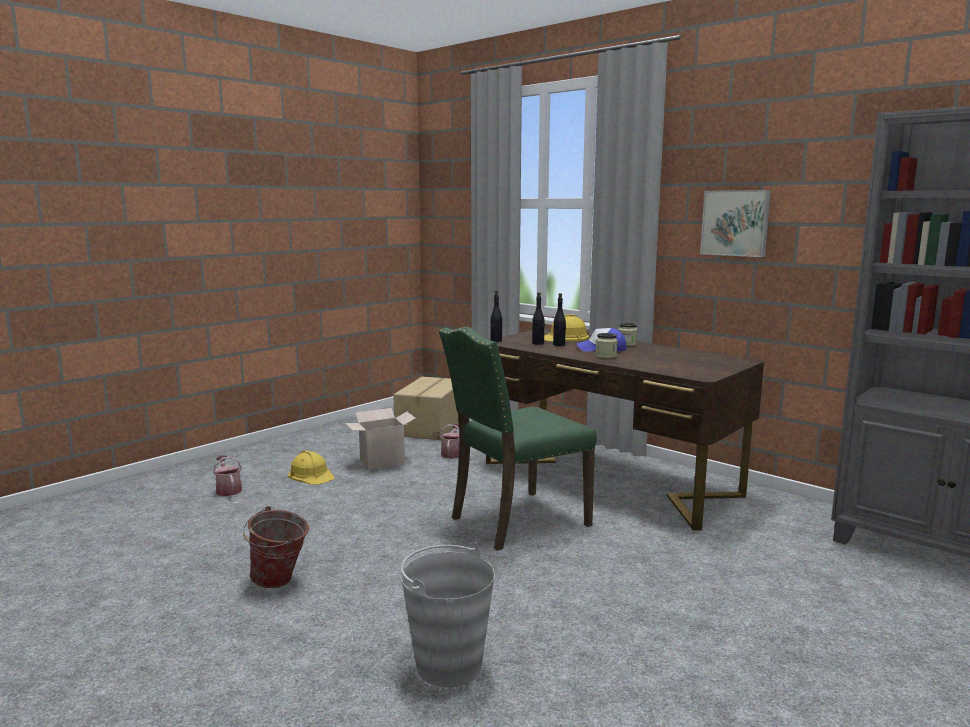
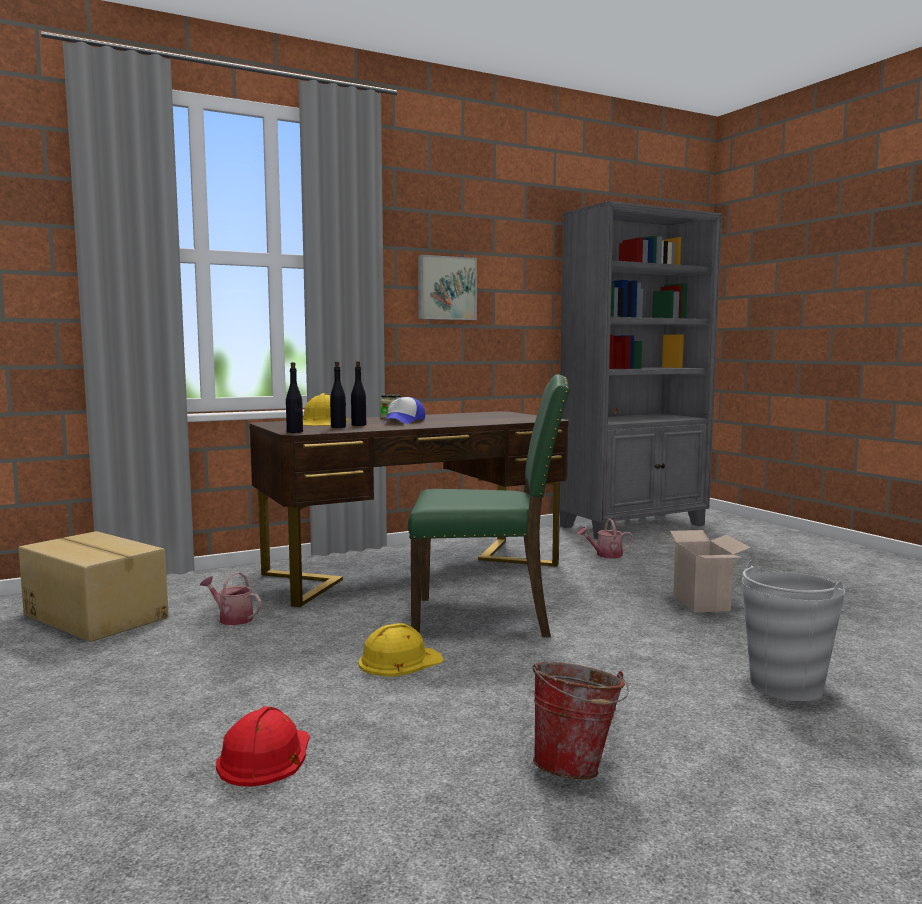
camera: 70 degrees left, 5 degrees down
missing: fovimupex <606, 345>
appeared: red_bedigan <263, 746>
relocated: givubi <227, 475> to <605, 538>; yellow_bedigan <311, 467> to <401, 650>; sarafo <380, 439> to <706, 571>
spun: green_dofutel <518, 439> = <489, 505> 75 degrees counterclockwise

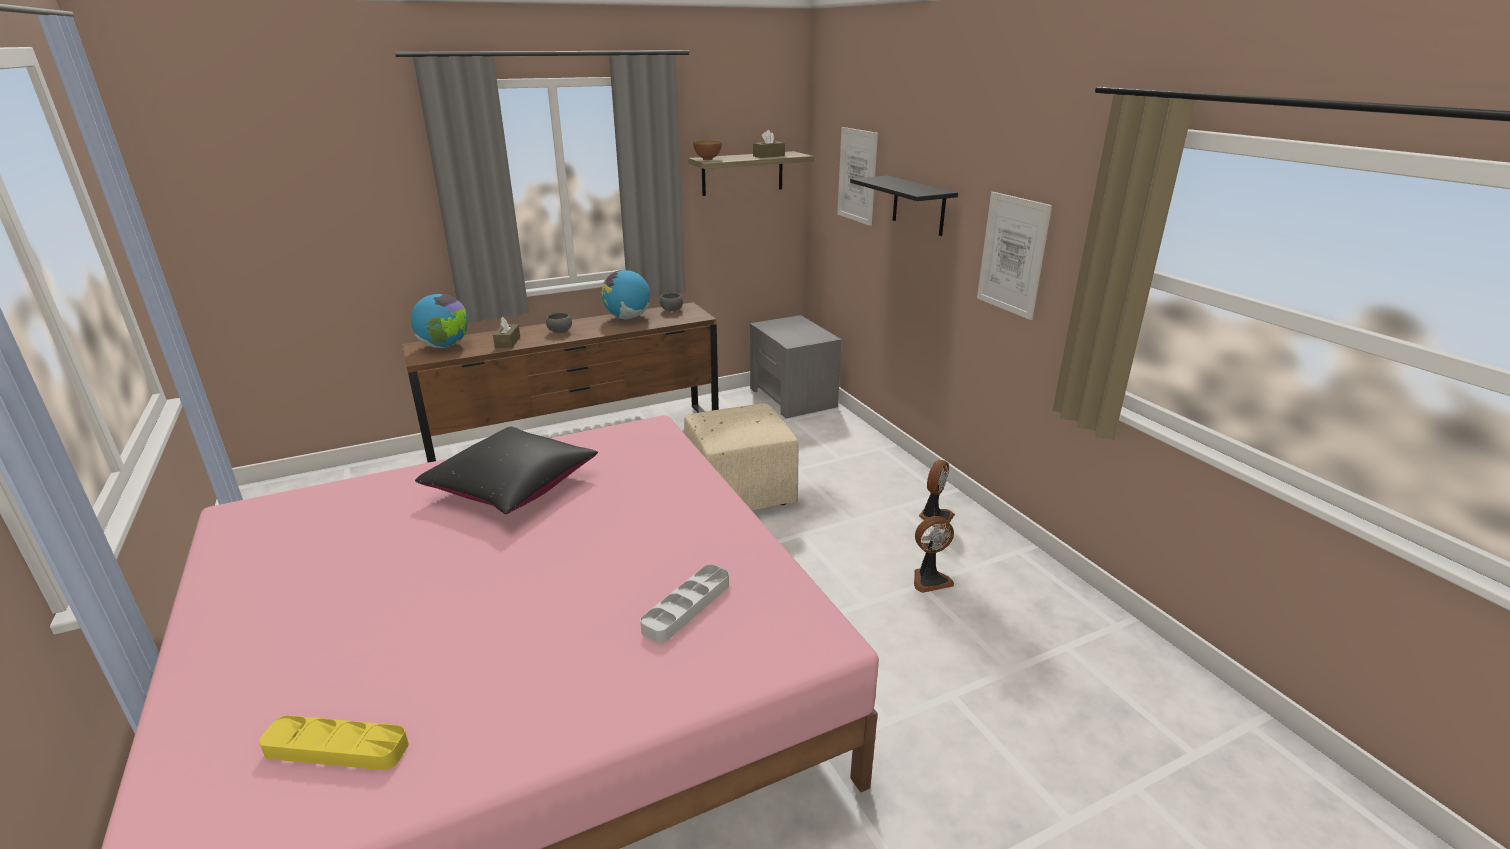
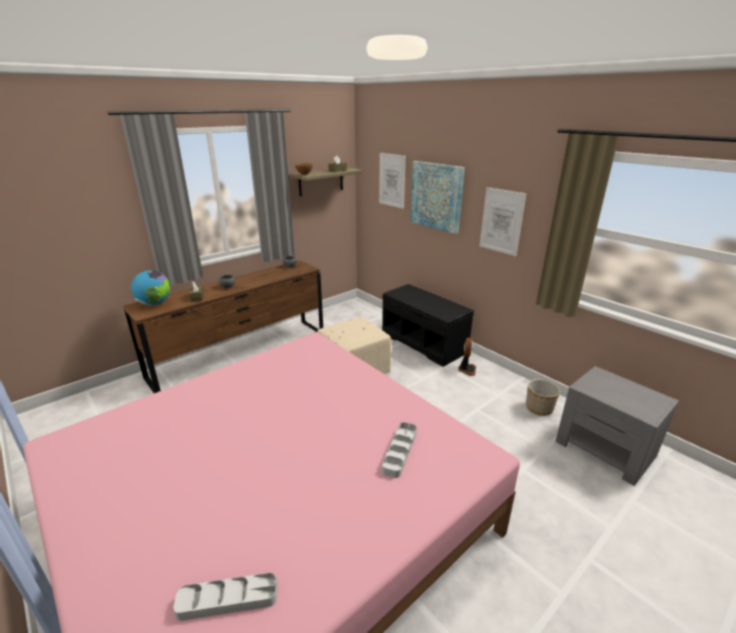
camera: 15 degrees left, 0 degrees up
missing: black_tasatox <506, 470>; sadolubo <625, 294>; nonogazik <934, 554>
appeared: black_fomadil <428, 325>; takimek <543, 397>
relocated: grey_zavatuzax <796, 366> to <617, 426>
exchanged: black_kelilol <904, 206> to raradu <437, 197>
colour: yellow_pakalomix <334, 742> to grey_pakalomix <225, 597>

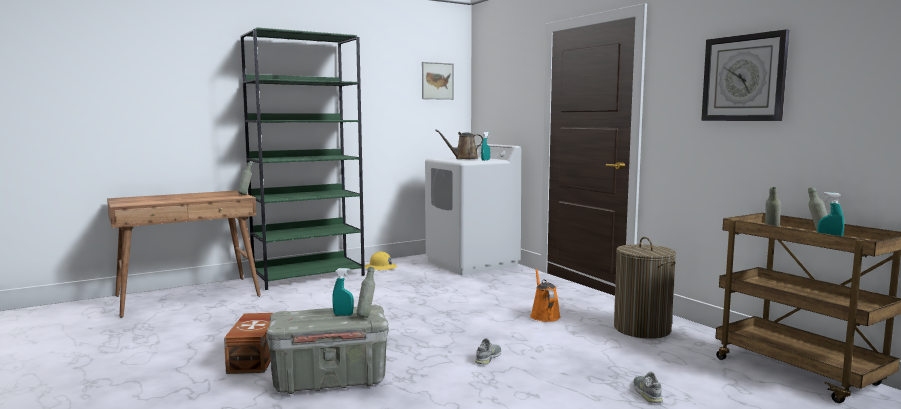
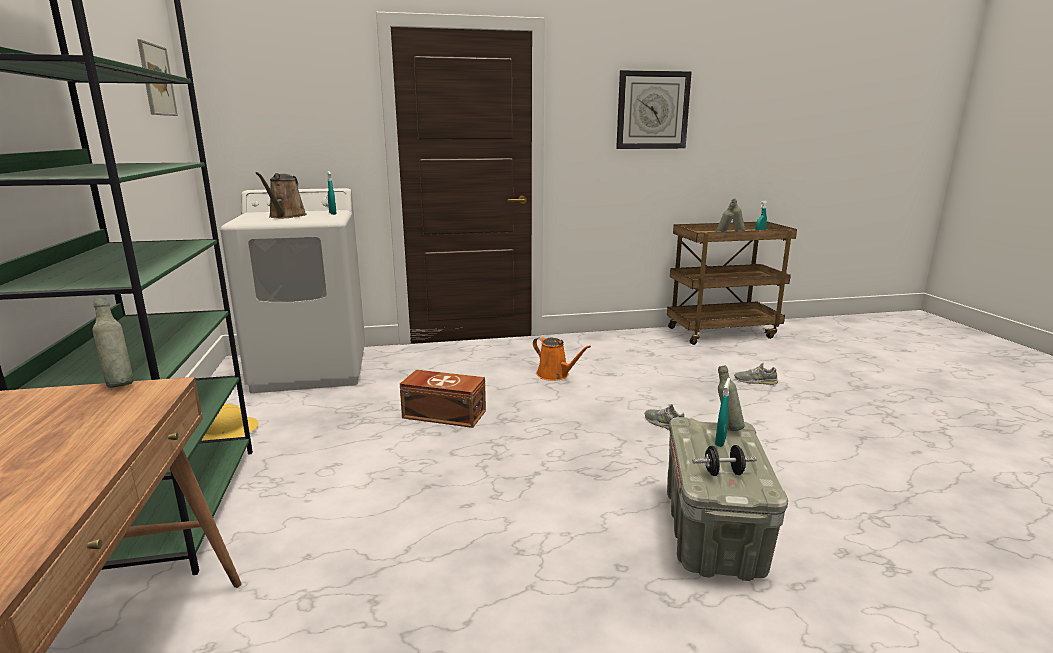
camera: 70 degrees left, 10 degrees up
missing: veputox <645, 288>
appeared: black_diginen <725, 460>
relocated: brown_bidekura <248, 343> to <443, 399>
spun: orange_givubi <545, 295> = <562, 359> 150 degrees counterclockwise

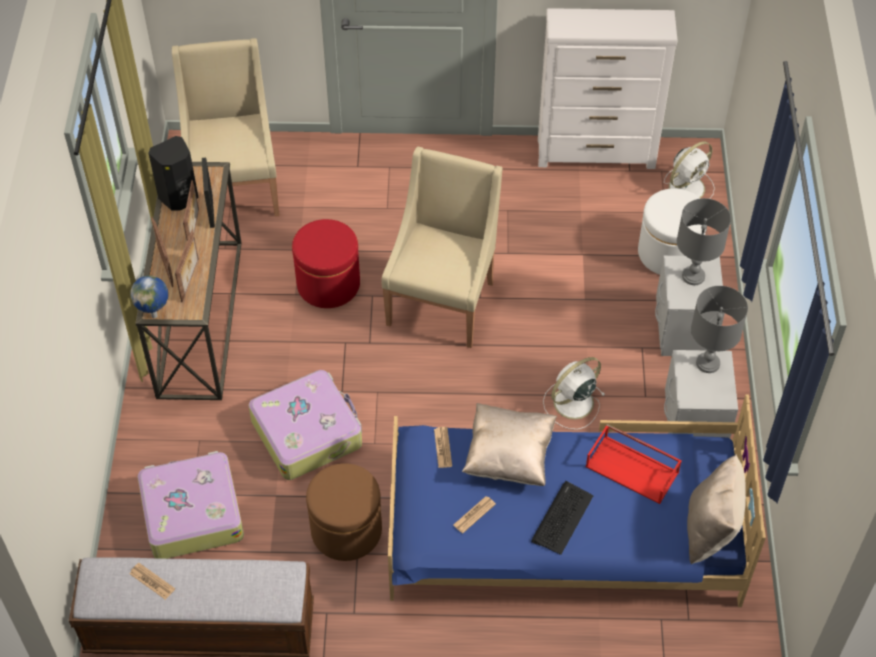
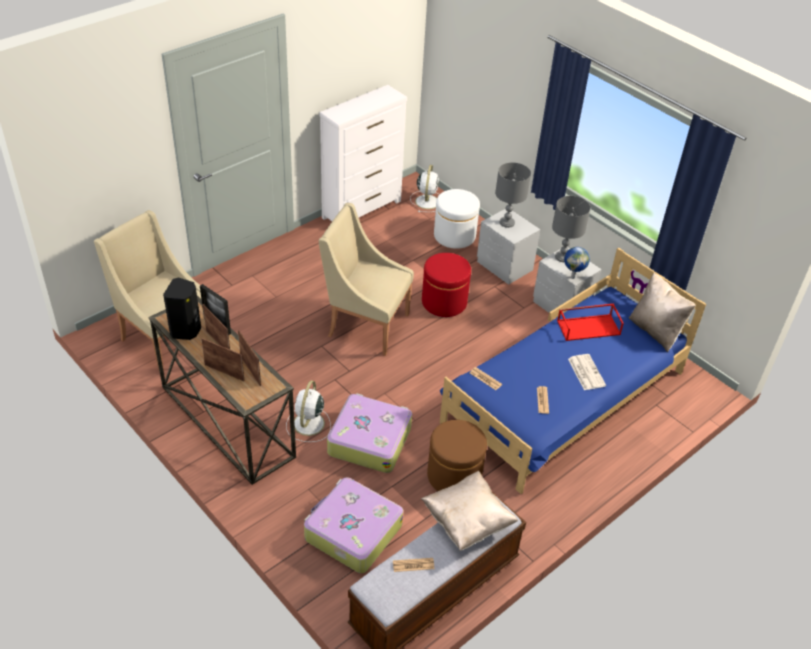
camera: 45 degrees left, 10 degrees down
relocated: sadolubo <149, 296> to <577, 263>; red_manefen <326, 263> to <446, 285>; beige_tasatox <509, 444> to <469, 511>; white_nonogazik <574, 393> to <308, 411>
exchanged: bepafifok <562, 518> to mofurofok <587, 372>
spun: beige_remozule <442, 247> = <366, 279> 45 degrees counterclockwise

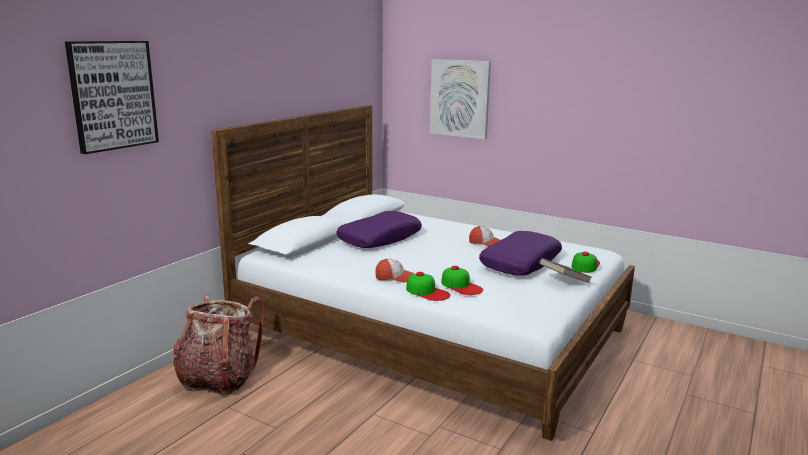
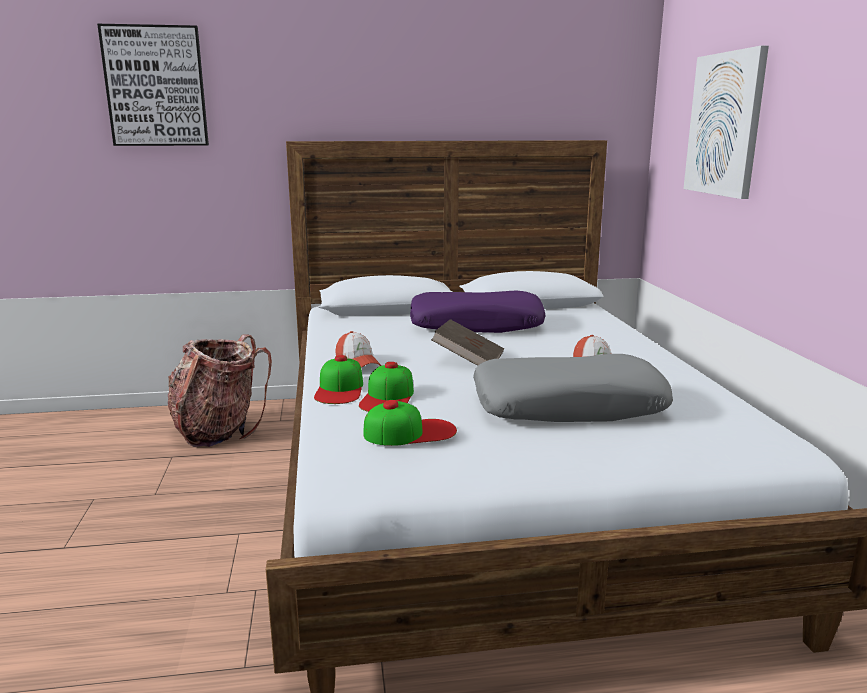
camera: 50 degrees right, 0 degrees up
relocated: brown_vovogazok <565, 270> to <467, 342>; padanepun <586, 262> to <410, 423>
colour: purple_tasatox <520, 253> to grey_tasatox <573, 388>

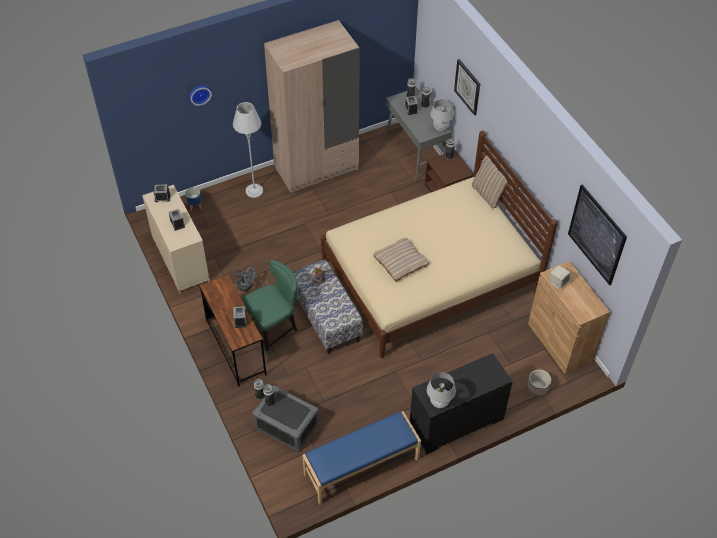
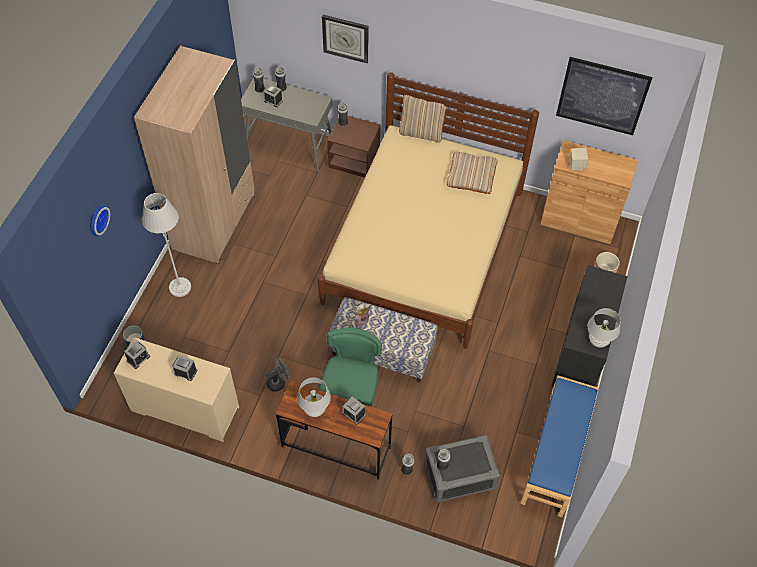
camera: 45 degrees left, 5 degrees up
relocated: beige_tasatox <401, 260> to <472, 173>; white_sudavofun <442, 115> to <314, 397>

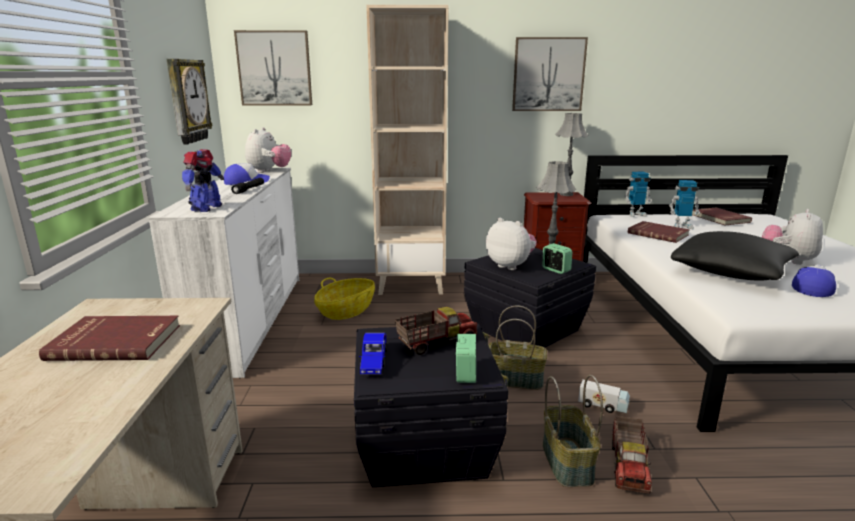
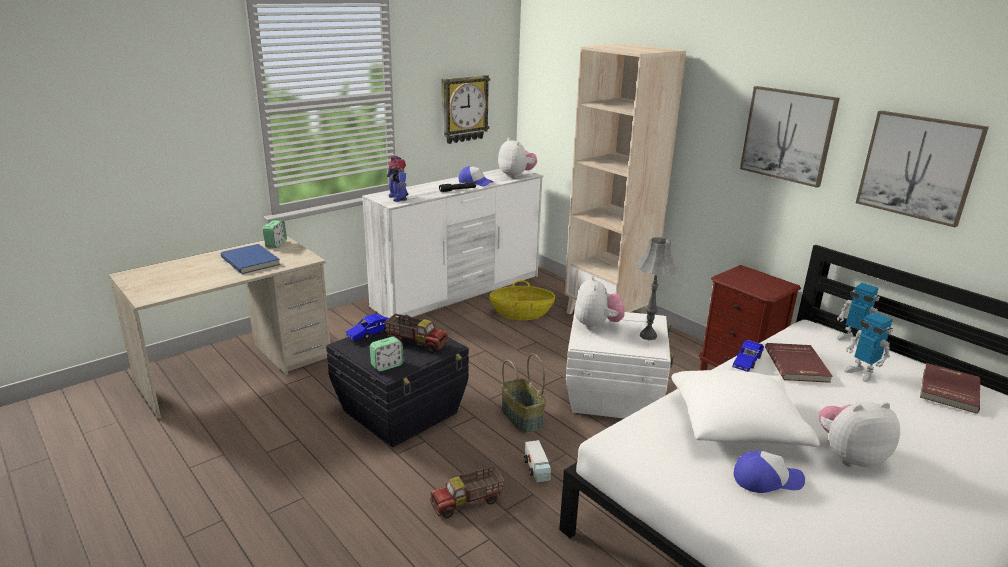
camera: 50 degrees right, 5 degrees up
missing: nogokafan <573, 431>; grey_sudavofun <571, 154>
appeared: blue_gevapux <748, 356>
relocated: raradu <273, 67> to <922, 169>; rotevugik <557, 258> to <275, 234>
colour: red_vovogazok <109, 338> to blue_vovogazok <250, 259>; black_bidekura <530, 298> to white_bidekura <620, 365>; black_tasatox <735, 256> to white_tasatox <746, 408>
spun: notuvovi <203, 180> = <398, 179> 90 degrees clockwise; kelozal <268, 150> = <517, 158> 90 degrees counterclockwise

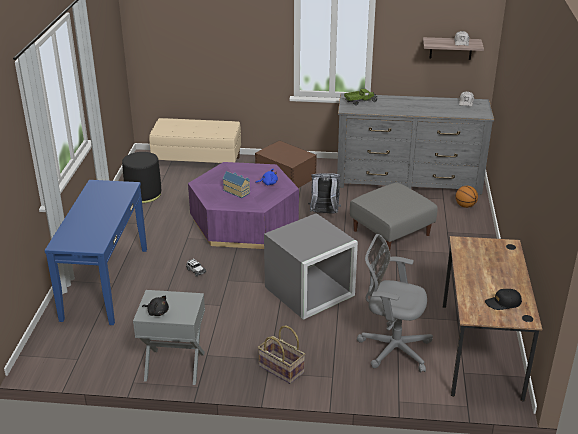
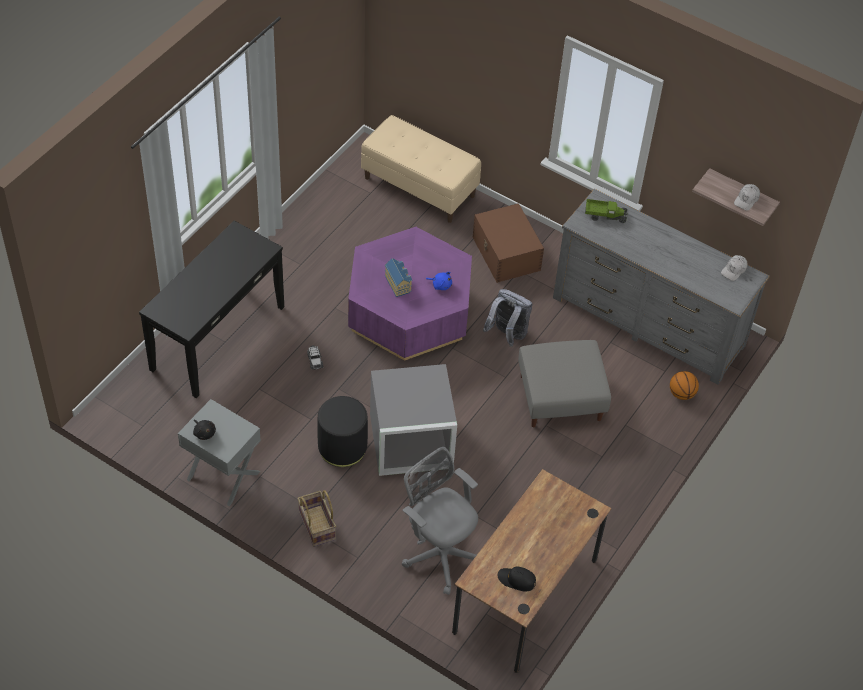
camera: 25 degrees right, 20 degrees up
relocated: black_manefen <141, 177> to <342, 431>
colour: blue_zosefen <96, 252> to black_zosefen <211, 309>

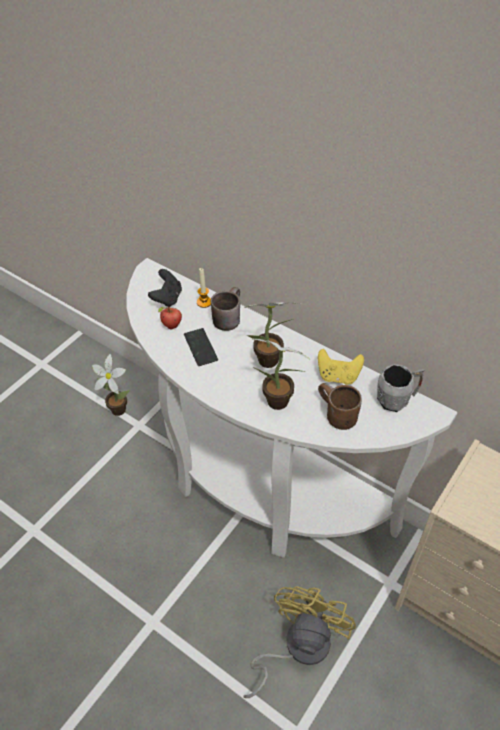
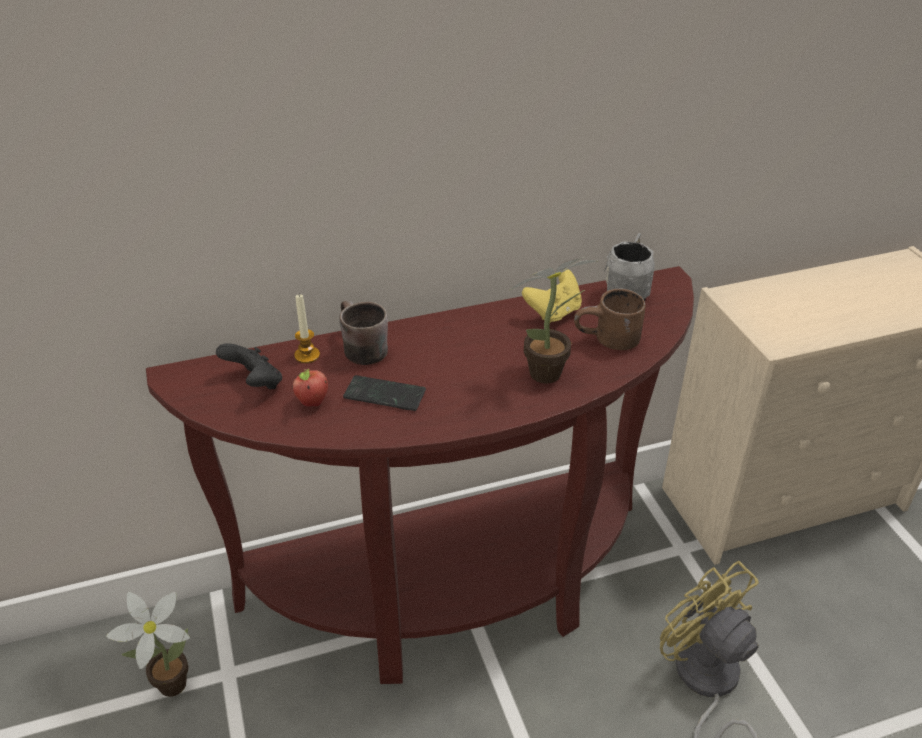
camera: 55 degrees left, 10 degrees down
missing: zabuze <272, 335>
colour: white_zosefen <292, 408> to brown_zosefen <420, 475>

